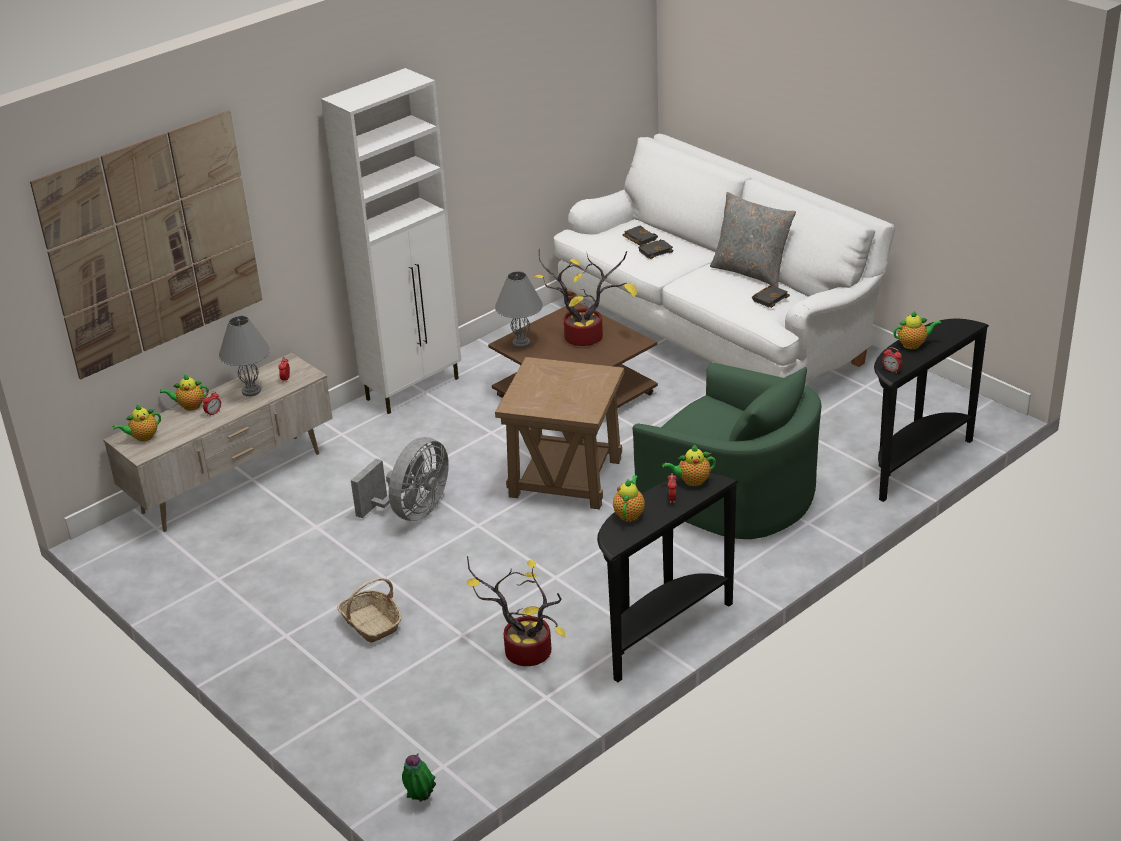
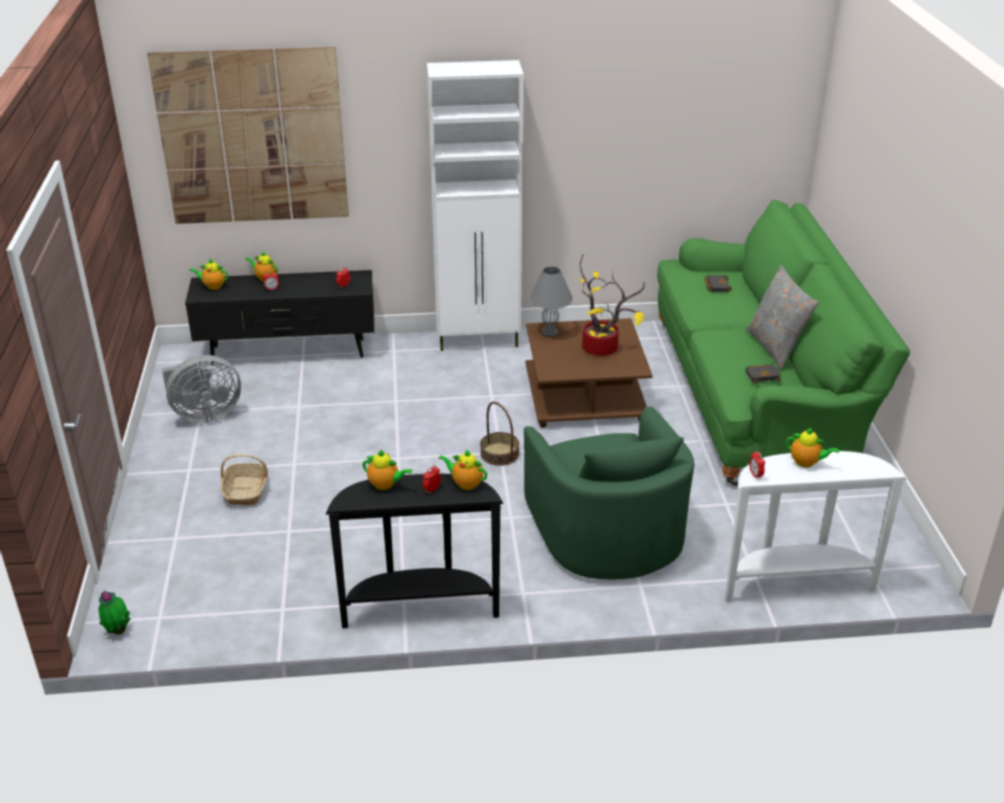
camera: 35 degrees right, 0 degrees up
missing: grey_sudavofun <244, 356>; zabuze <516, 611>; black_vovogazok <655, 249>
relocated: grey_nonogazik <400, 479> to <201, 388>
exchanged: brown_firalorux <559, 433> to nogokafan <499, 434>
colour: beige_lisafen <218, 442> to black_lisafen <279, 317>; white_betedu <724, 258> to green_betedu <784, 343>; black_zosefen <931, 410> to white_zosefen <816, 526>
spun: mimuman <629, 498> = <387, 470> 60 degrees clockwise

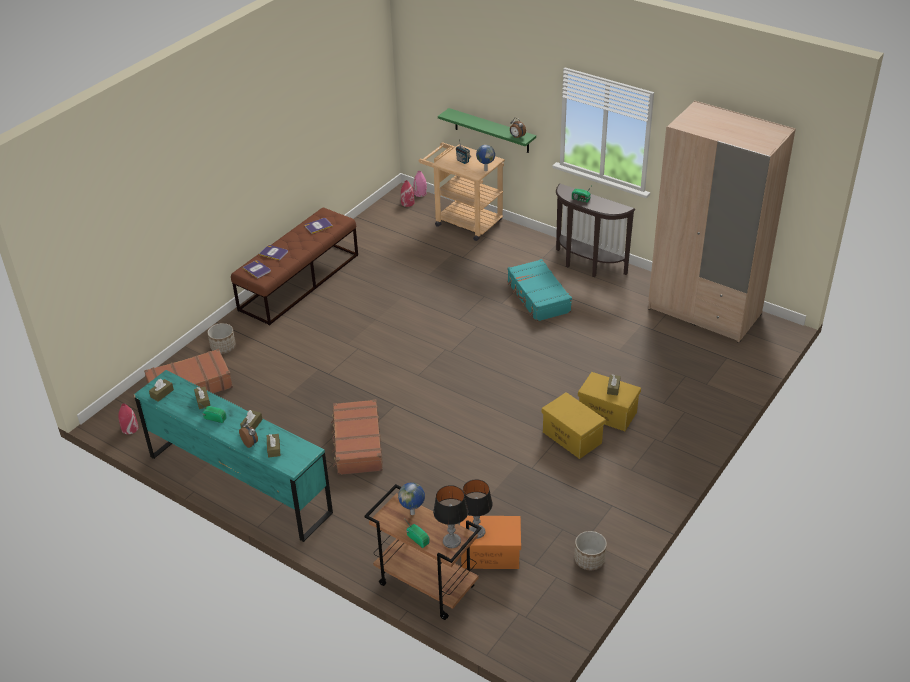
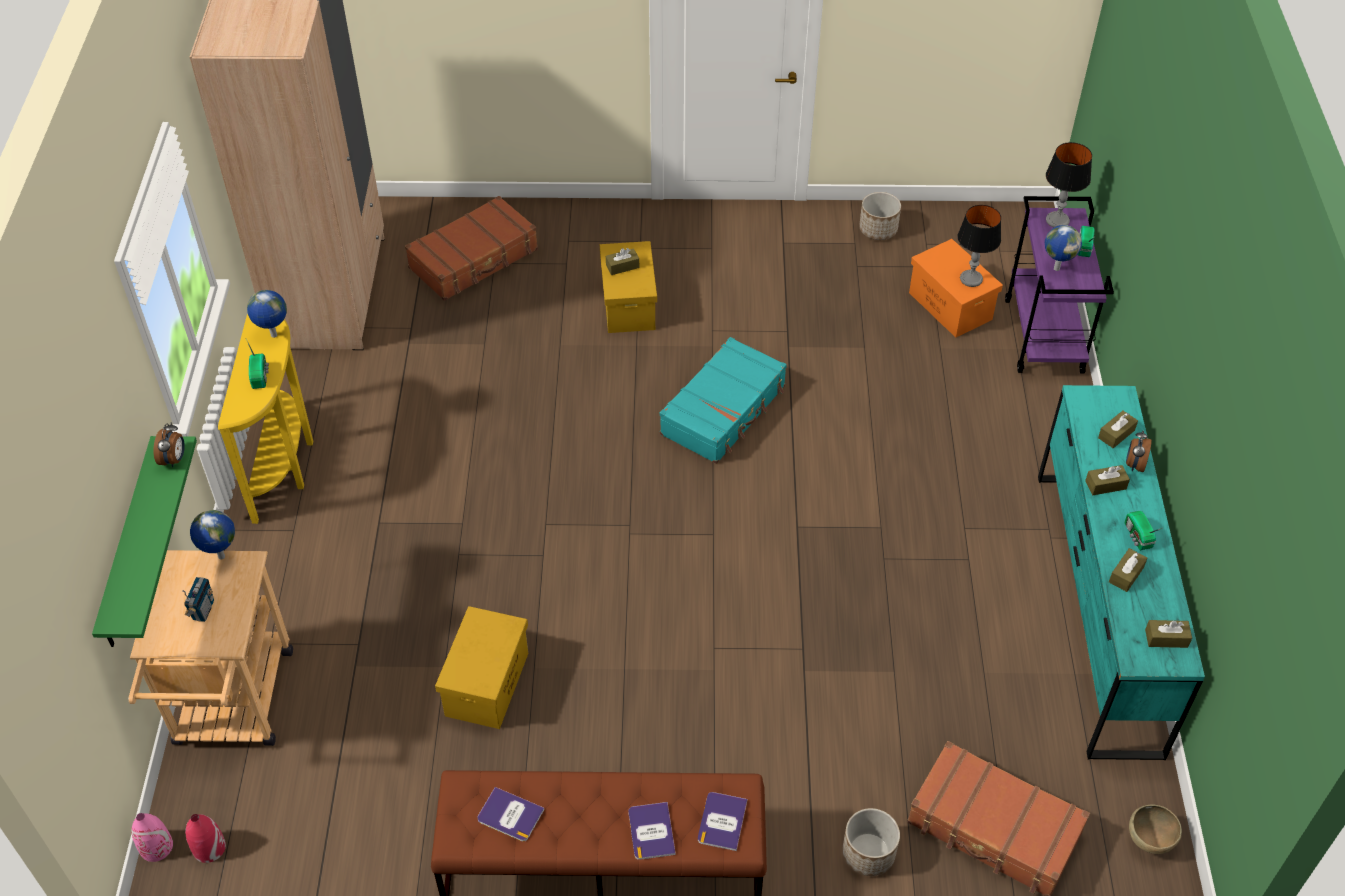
camera: 125 degrees left, 10 degrees up
appeared: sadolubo <267, 314>
relocated: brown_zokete <357, 437> to <471, 248>; turquoise_zokete <539, 290> to <723, 400>; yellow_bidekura <574, 425> to <481, 667>
exchanged: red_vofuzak <128, 418> to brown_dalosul <1155, 829>
colour: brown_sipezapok <422, 552> to purple_sipezapok <1059, 284>; brown_zosefen <595, 230> to yellow_zosefen <265, 418>

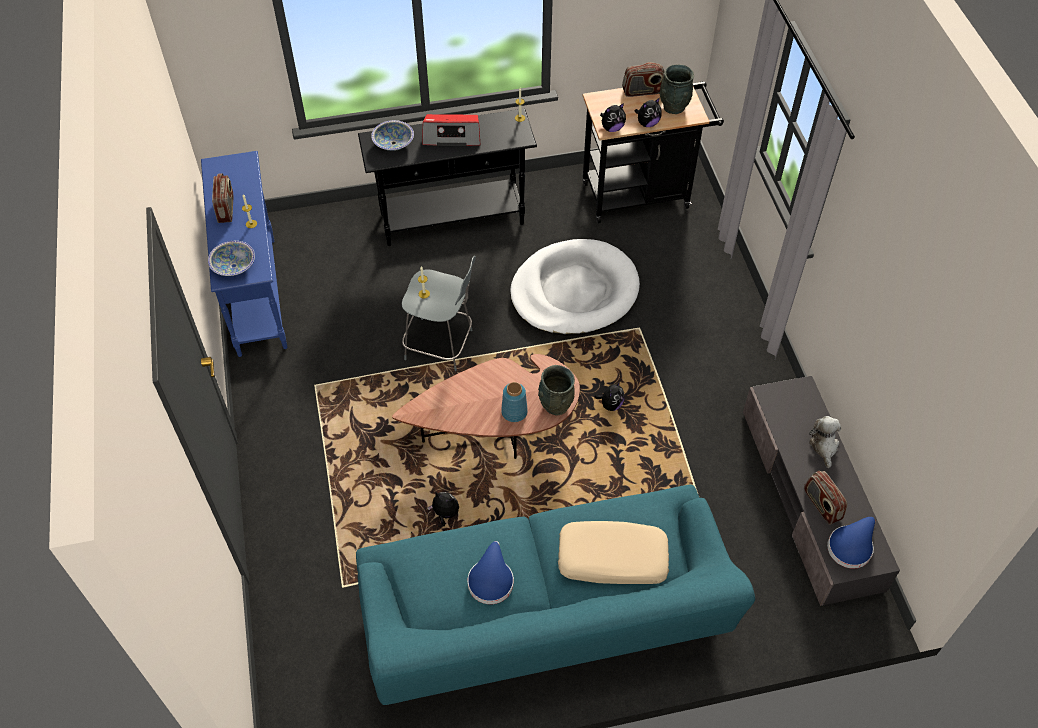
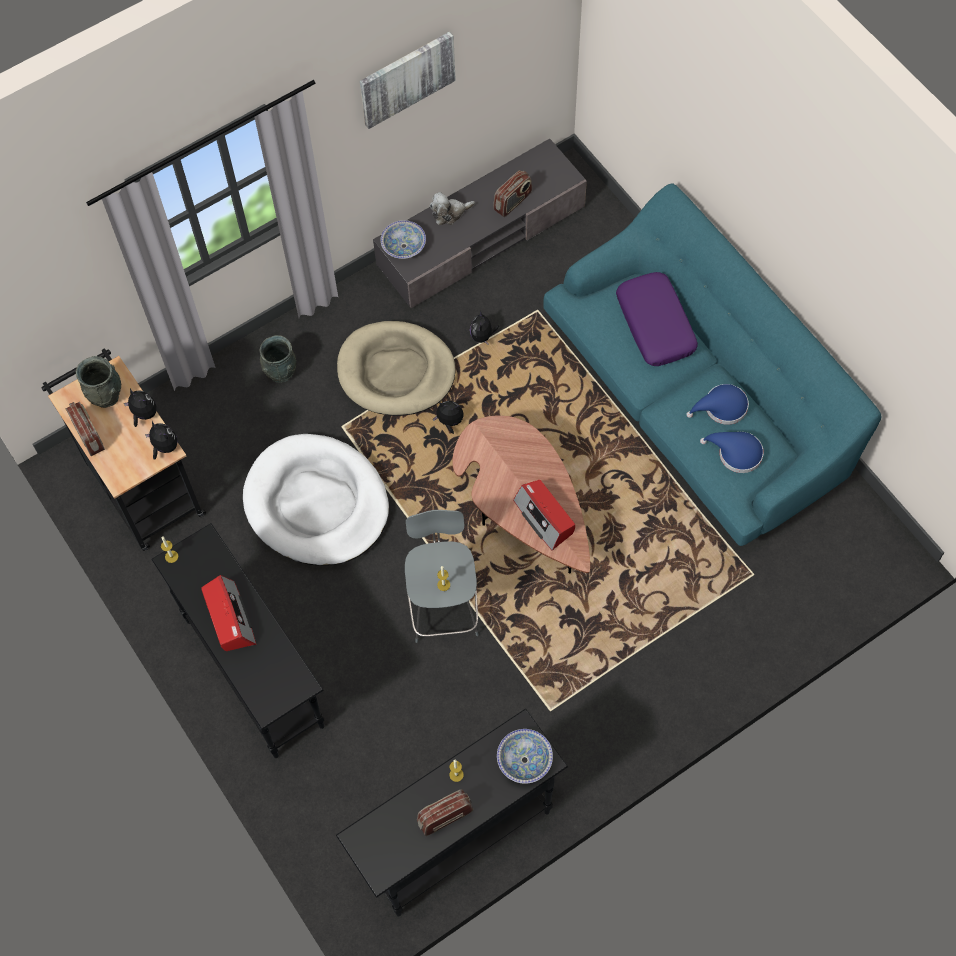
camera: 110 degrees left, 10 degrees up
missing: blue_vofuzak <514, 402>
appeared: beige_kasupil <396, 368>; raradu <408, 80>; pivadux <544, 515>
relocated: dalosul <392, 135> to <403, 239>; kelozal <443, 508> to <484, 328>; grey_vofuzak <556, 390> to <278, 359>; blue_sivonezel <851, 543> to <732, 452>
colour: blue_zosefen <244, 254> to black_zosefen <452, 813>; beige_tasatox <613, 552> to purple_tasatox <657, 319>

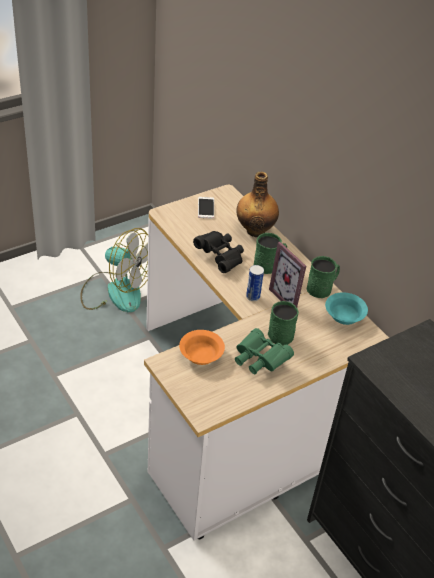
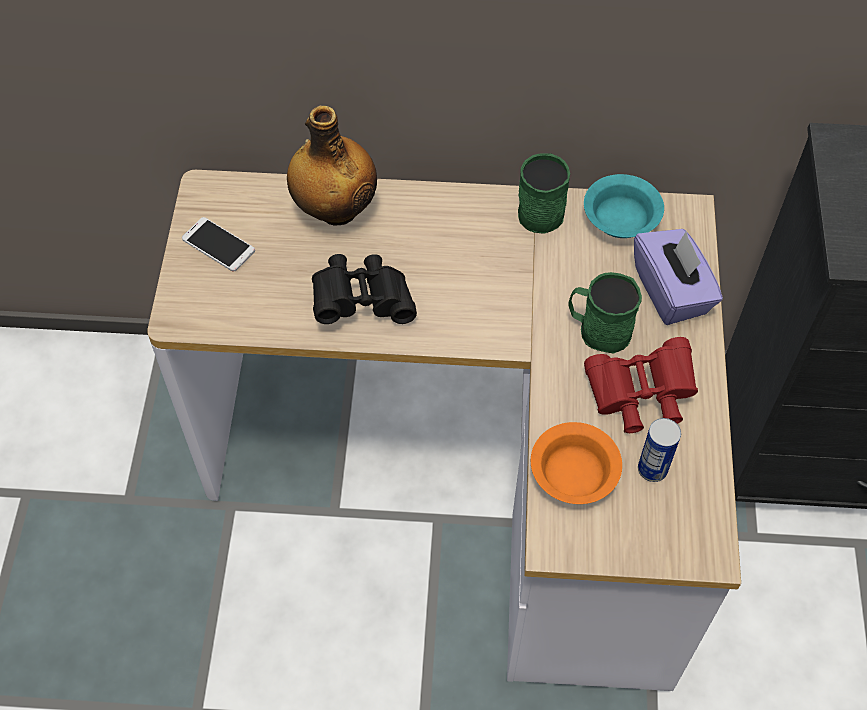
camera: 50 degrees left, 15 degrees up
missing: nonogazik <114, 270>; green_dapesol <270, 253>; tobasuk <287, 274>
appeared: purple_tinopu <678, 277>
relocated: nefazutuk <255, 283> to <659, 450>
colour: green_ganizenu <264, 351> to red_ganizenu <641, 385>

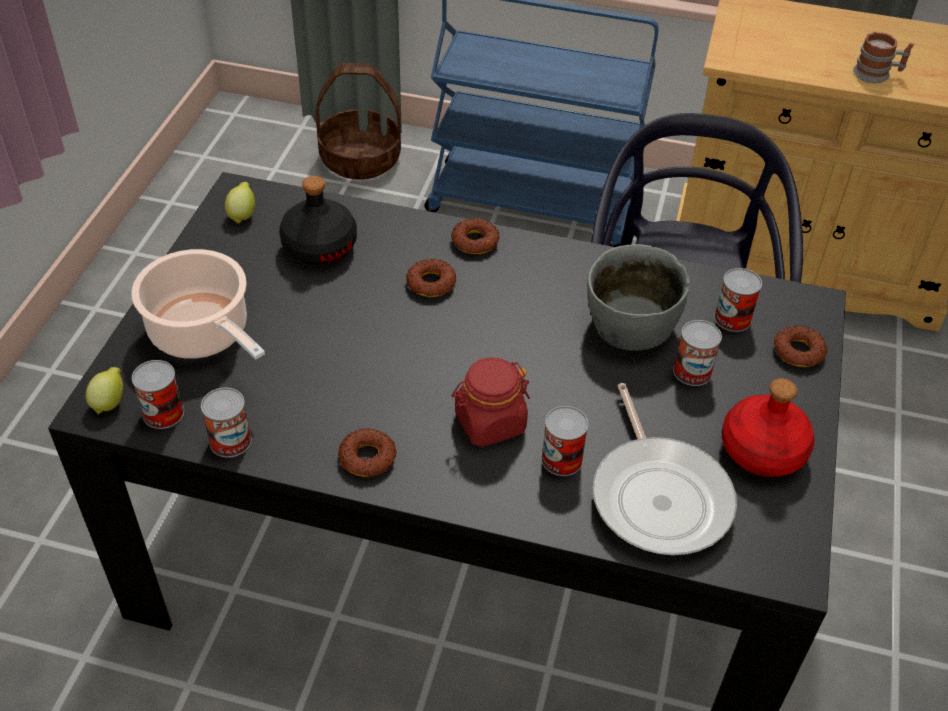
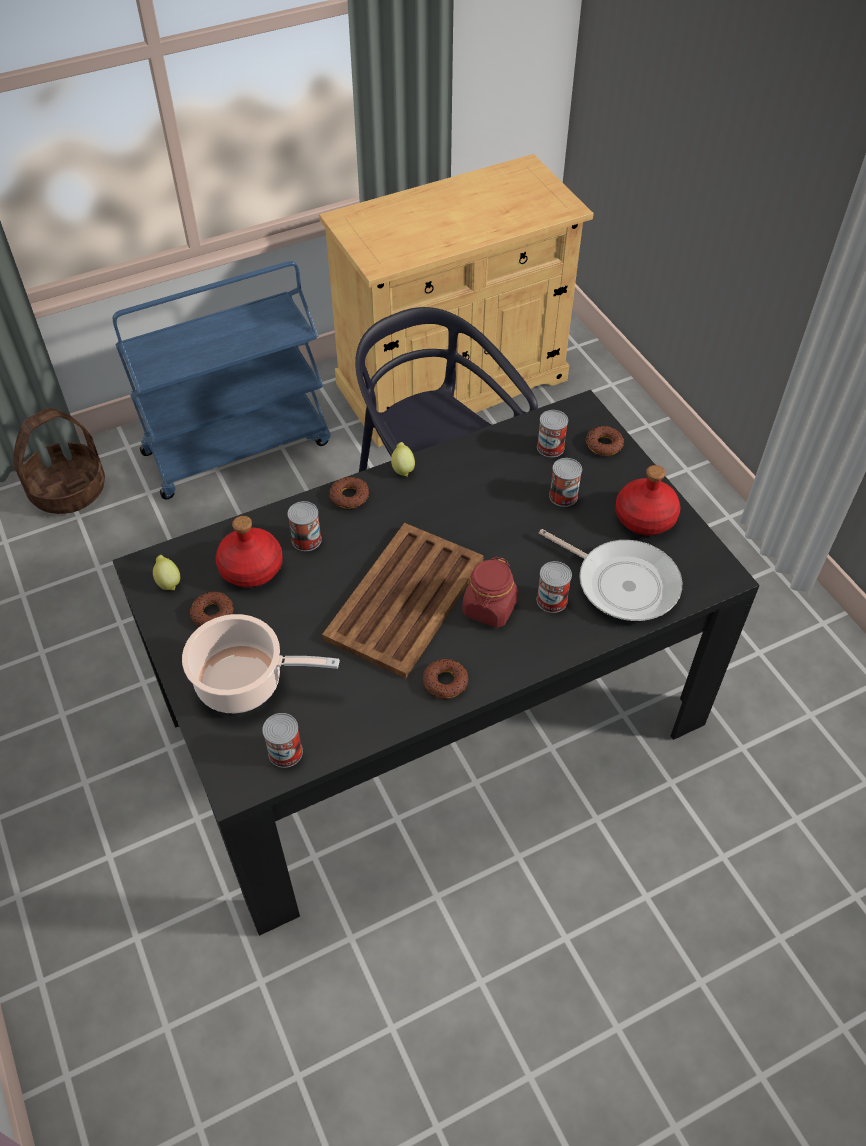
camera: 40 degrees left, 5 degrees up
missing: grey_dalosul <638, 297>; dapesol <883, 57>
appeared: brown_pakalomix <403, 600>
relocated: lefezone <104, 390> to <403, 459>; nefazutuk <226, 422> to <305, 526>; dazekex <431, 278> to <212, 609>
colour: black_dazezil <318, 220> to red_dazezil <249, 551>

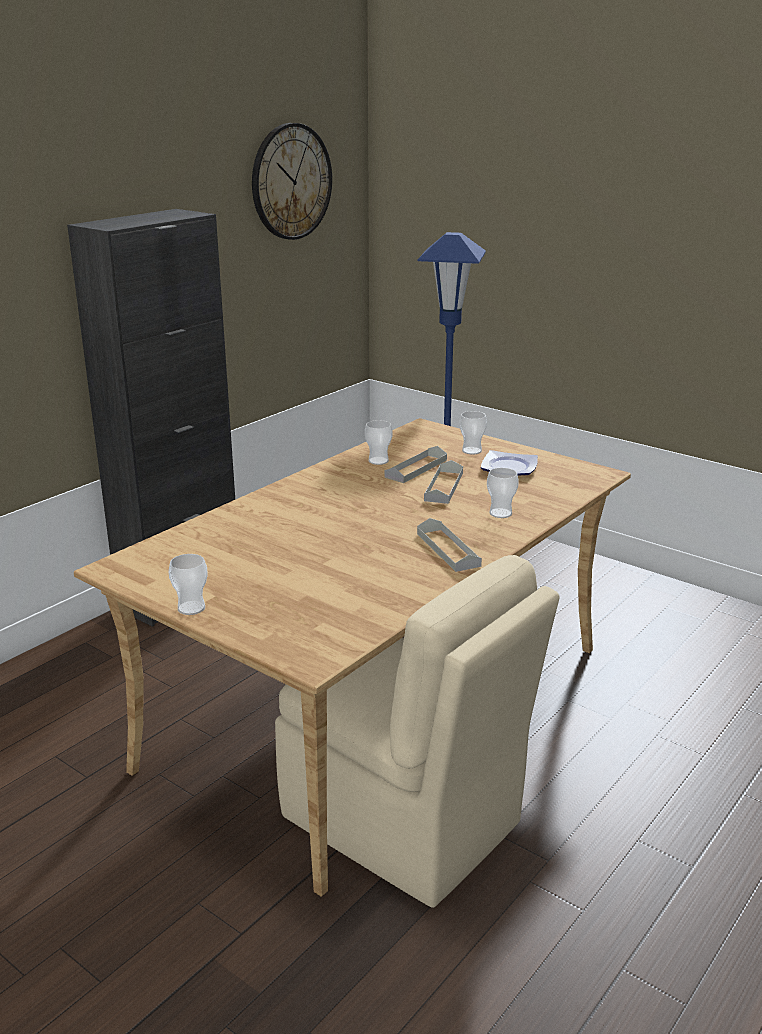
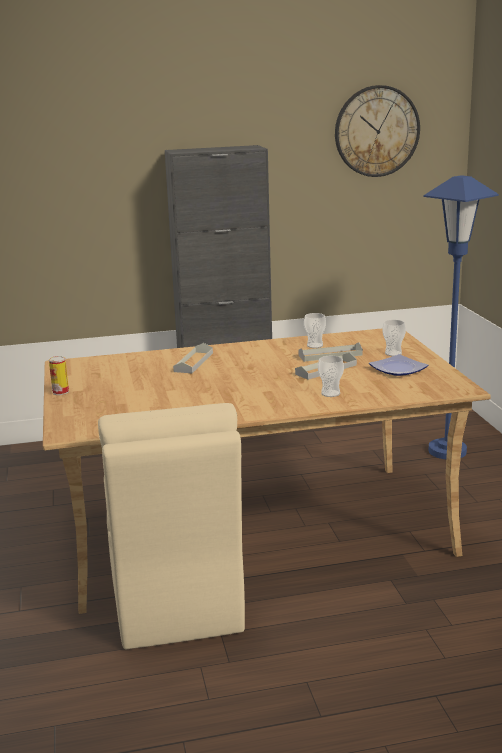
camera: 40 degrees right, 5 degrees down
relocated: grey_pakalomix <449, 545> to <193, 358>
exchanged: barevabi <188, 584> to nefazutuk <59, 375>

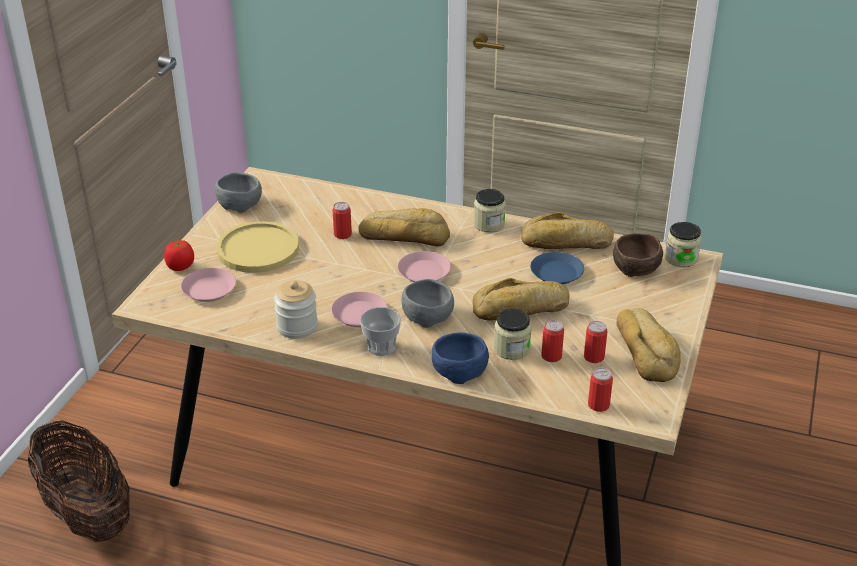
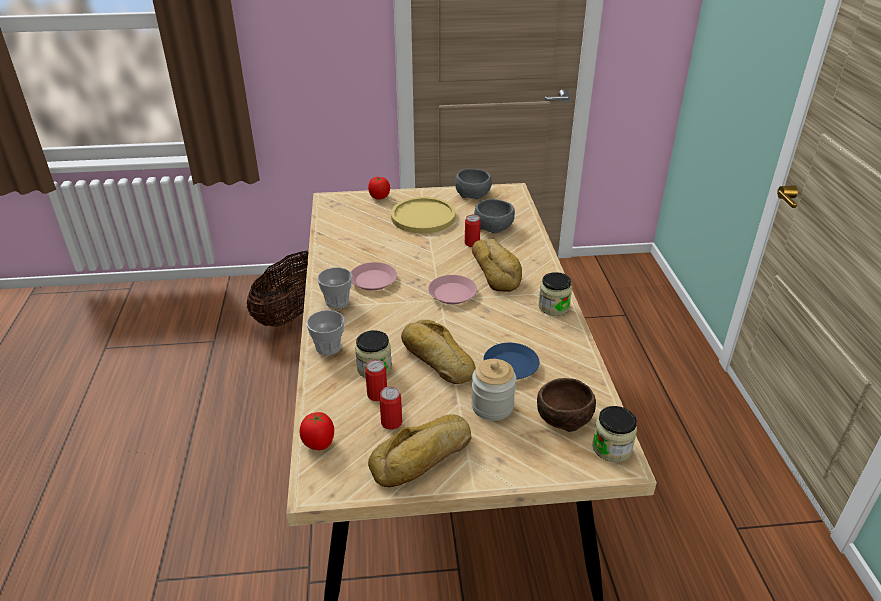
camera: 65 degrees right, 0 degrees up
missing: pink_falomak <208, 285>; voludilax <567, 230>
relocated: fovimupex <296, 309> to <493, 390>; grey_dalosul <428, 303> to <494, 216>
exchanged: blue_dalosul <460, 358> to barevabi <326, 332>; nefazutuk <600, 390> to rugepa <317, 431>

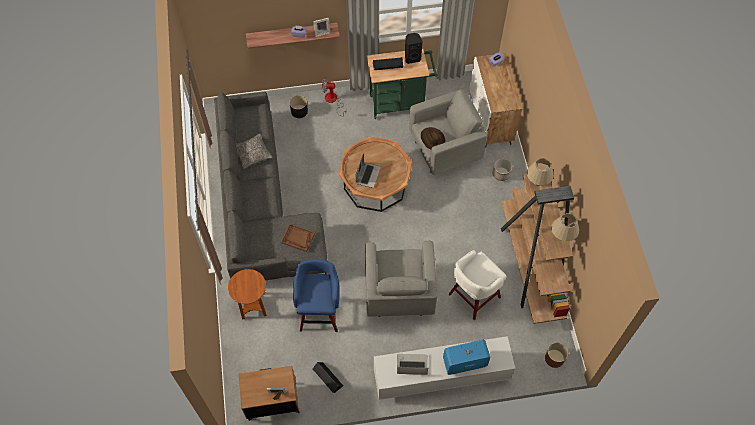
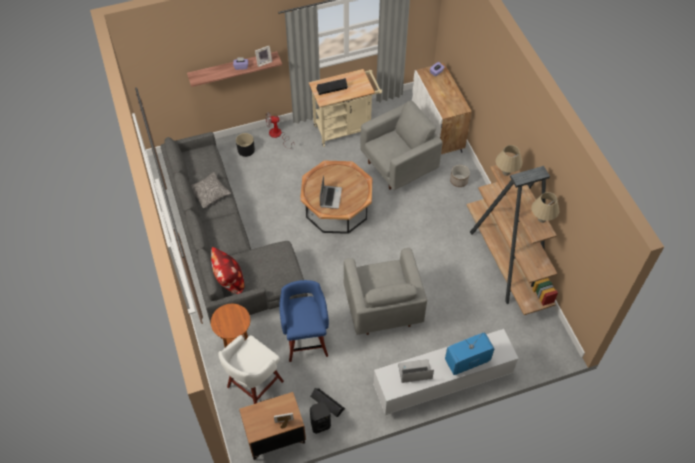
camera: 10 degrees left, 5 degrees down
missing: brown_pakalomix <298, 238>; brown_sivonezel <433, 138>; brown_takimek <556, 355>
appeared: tasatox <227, 270>
relocated: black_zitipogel <413, 48> to <320, 418>; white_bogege <477, 285> to <251, 369>
colour: green_sipezapok <402, 84> to beige_sipezapok <345, 108>

